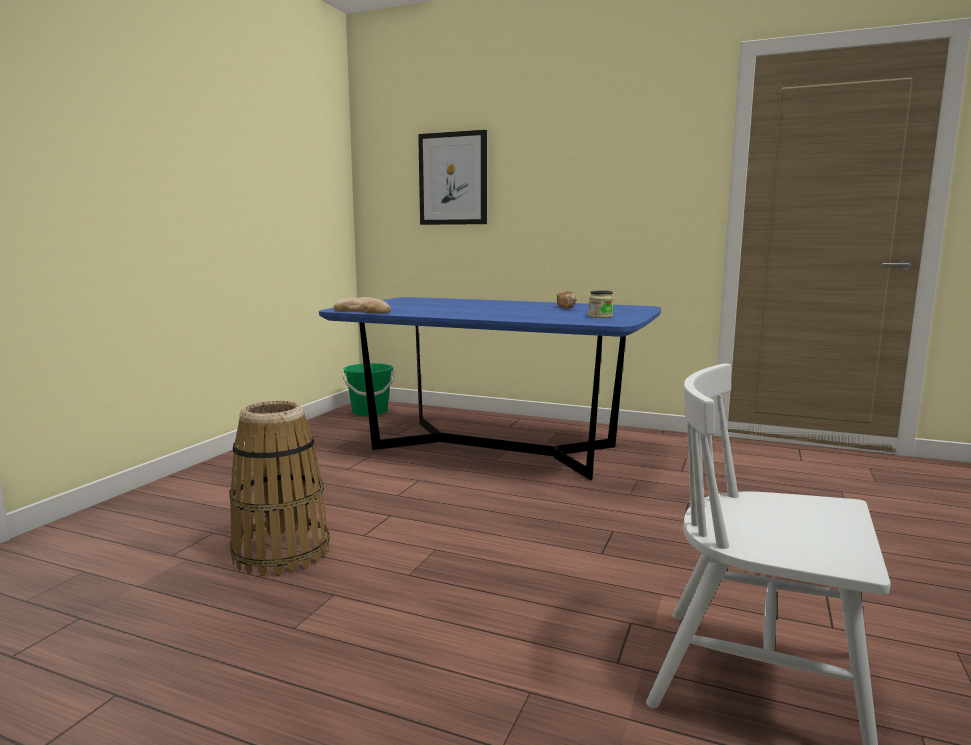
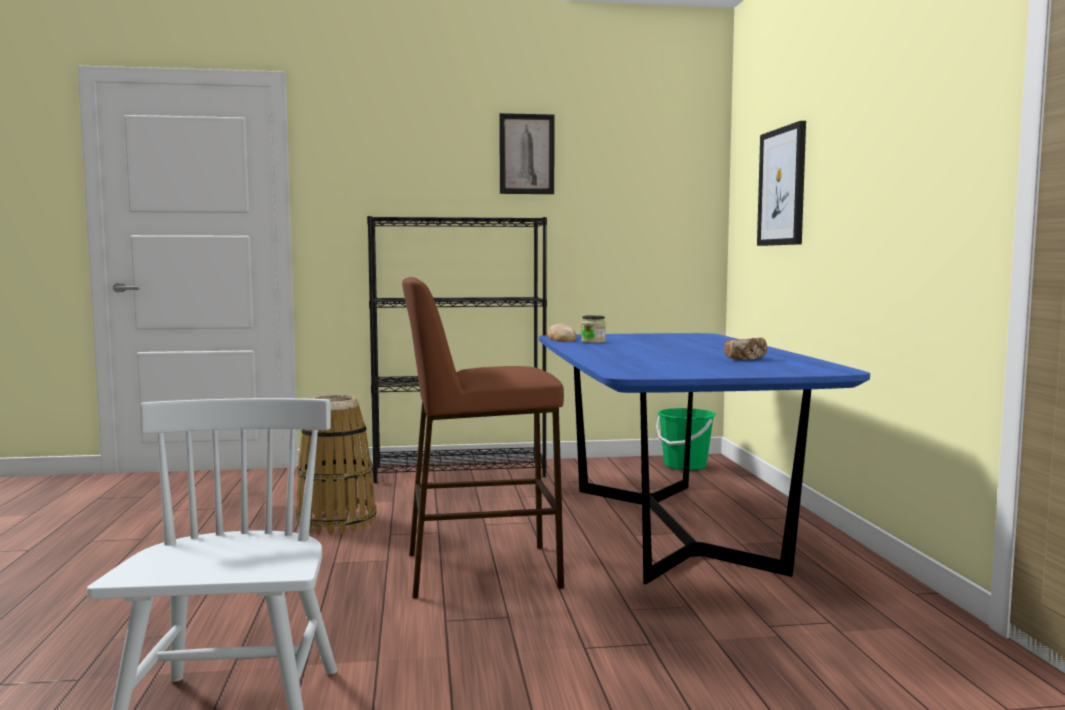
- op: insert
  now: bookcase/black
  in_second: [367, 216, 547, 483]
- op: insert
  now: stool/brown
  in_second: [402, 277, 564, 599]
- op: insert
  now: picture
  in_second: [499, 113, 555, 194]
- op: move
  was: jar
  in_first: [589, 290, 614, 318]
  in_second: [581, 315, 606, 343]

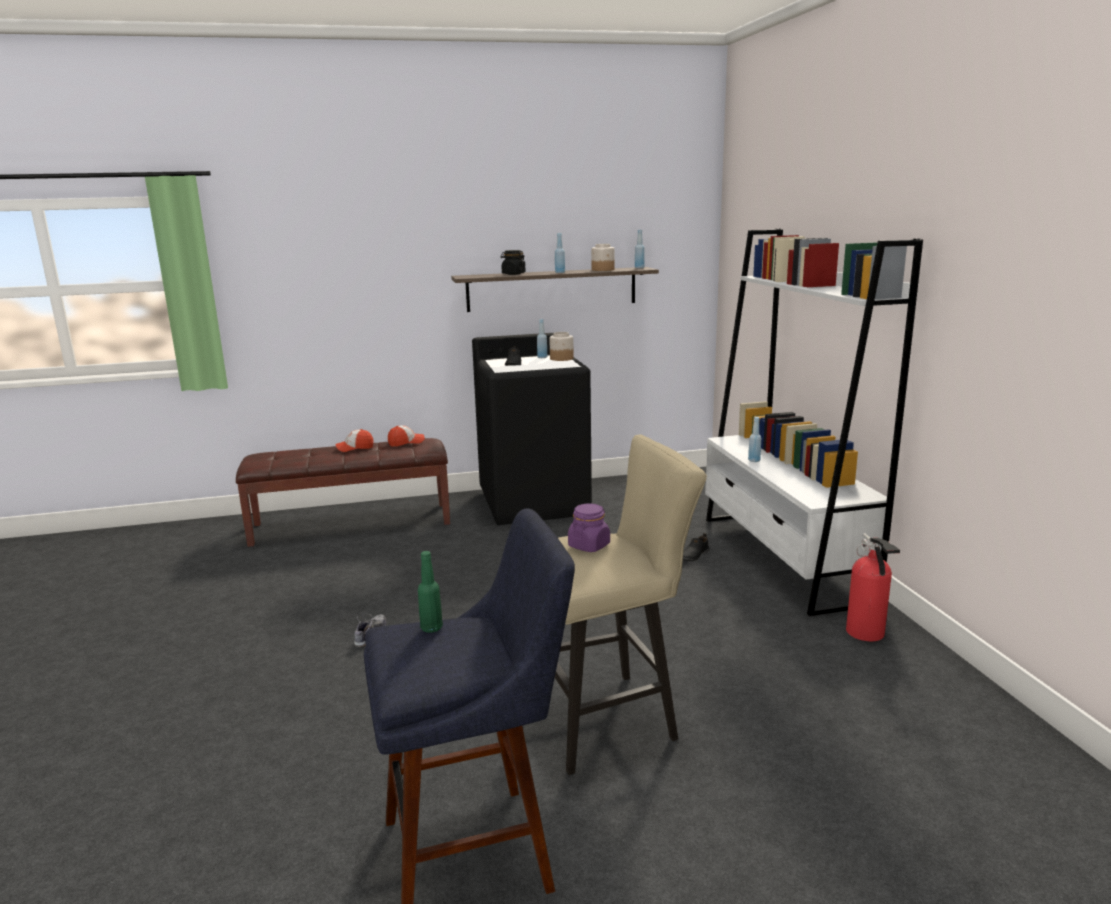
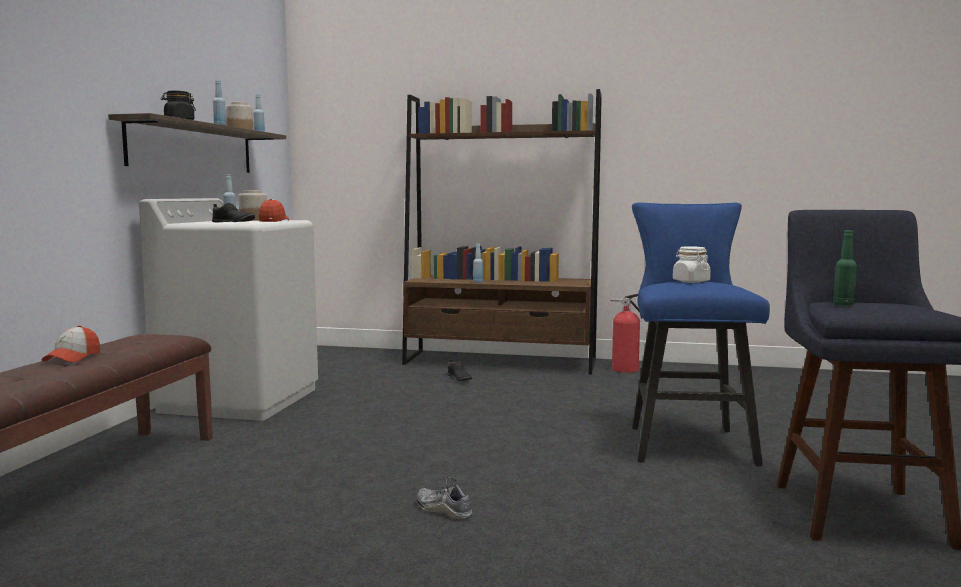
- op: move
  was: cap
  in_first: [388, 425, 425, 447]
  in_second: [259, 199, 289, 222]
- op: recolor
  was: washing machine/black
  now: washing machine/white
  in_first: [472, 333, 592, 525]
  in_second: [139, 198, 318, 421]
- op: recolor
  was: stool/beige
  now: stool/blue
  in_first: [555, 435, 707, 775]
  in_second: [632, 203, 770, 466]
- op: recolor
  was: jar/purple
  now: jar/white
  in_first: [568, 503, 610, 552]
  in_second: [673, 246, 711, 283]
- op: recolor
  was: bookcase/white
  now: bookcase/brown
  in_first: [705, 229, 923, 616]
  in_second: [402, 89, 602, 375]

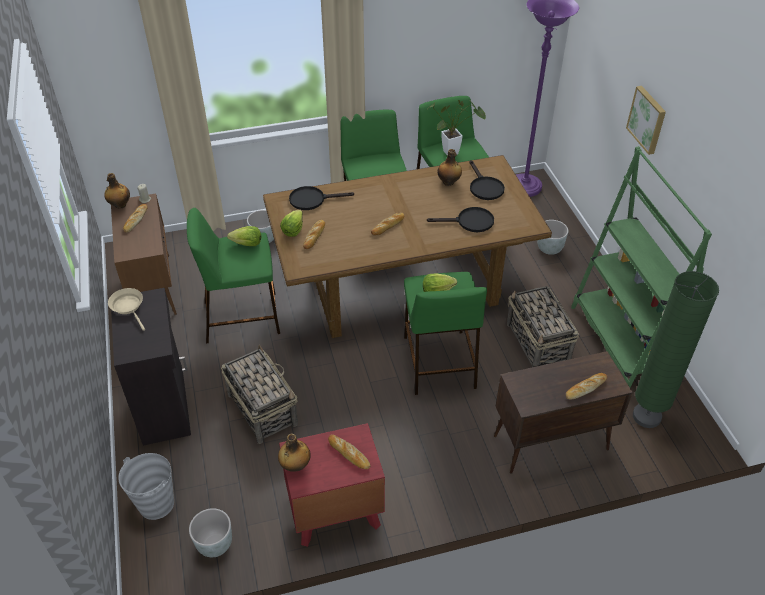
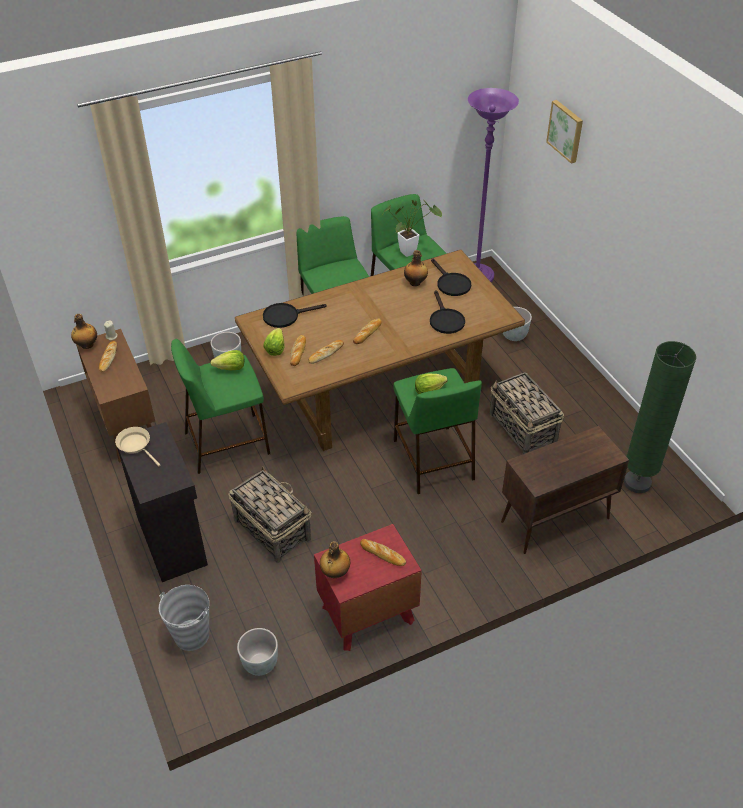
- op: delete
  was: bookcase/green
  in_first: [571, 146, 712, 387]
- op: move
  was: bread
  in_first: [566, 373, 608, 400]
  in_second: [308, 340, 344, 364]
- op: move
  was: picture
  in_first: [626, 86, 666, 155]
  in_second: [546, 100, 583, 163]
- op: rotate
  was: frying pan/black
  in_first: [427, 207, 494, 232]
  in_second: [430, 290, 465, 334]
  clockwise: 90

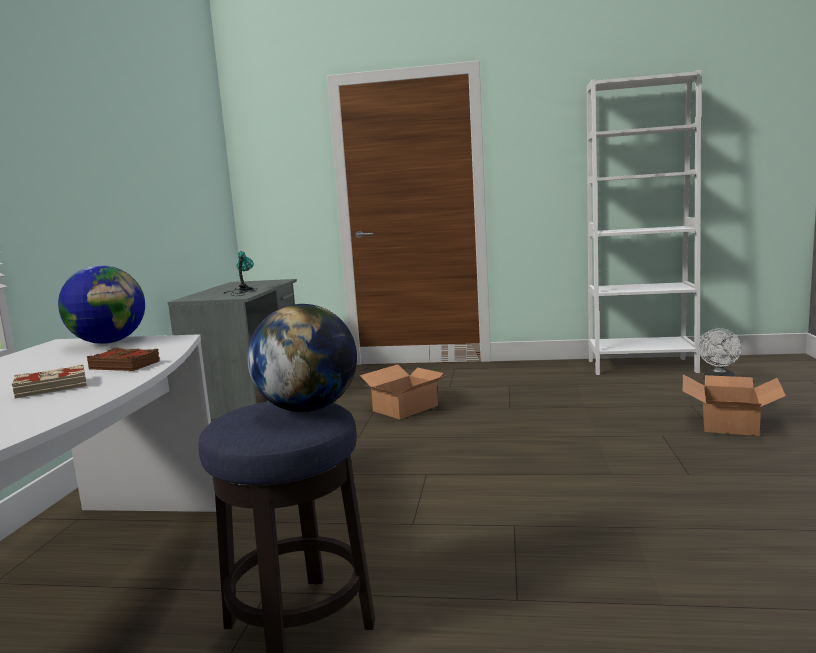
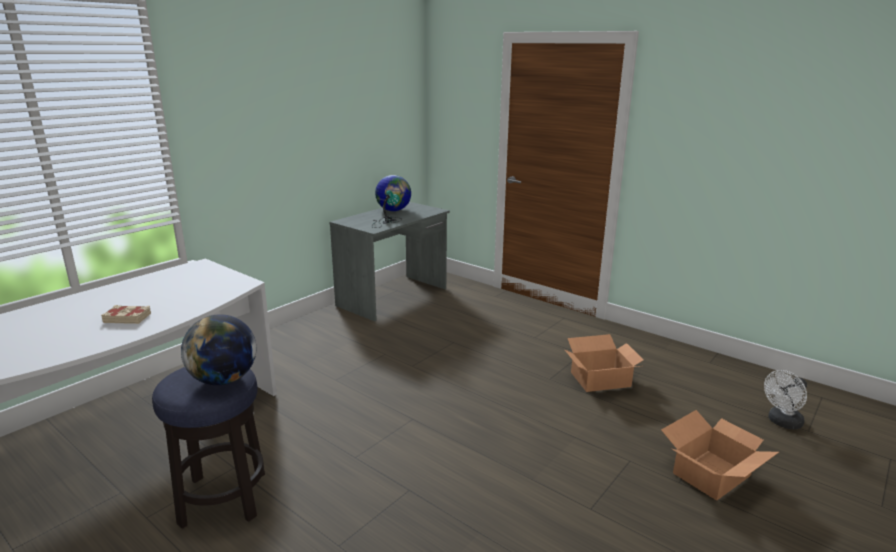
- op: delete
  was: book/brown
  in_first: [87, 348, 160, 371]
- op: delete
  was: bookcase/white
  in_first: [586, 70, 701, 375]
- op: move
  was: globe
  in_first: [58, 265, 145, 344]
  in_second: [375, 175, 411, 211]
- op: move
  was: cardboard box
  in_first: [360, 364, 447, 420]
  in_second: [564, 334, 644, 392]

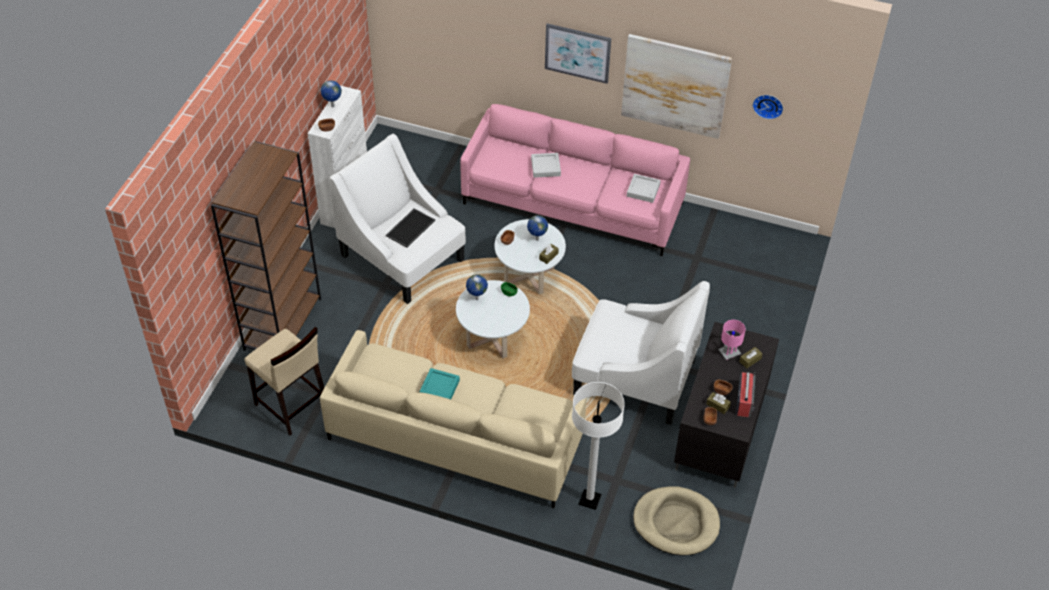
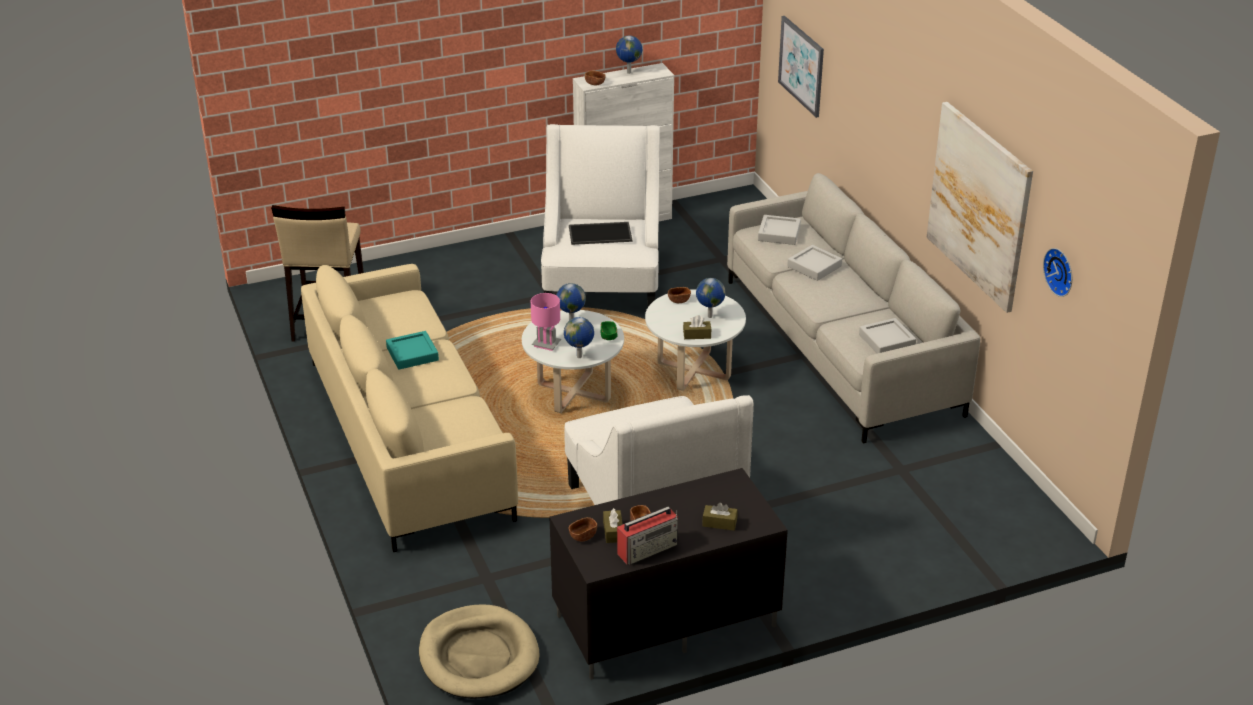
- op: delete
  was: bookcase/brown
  in_first: [211, 141, 321, 351]
- op: delete
  was: floor lamp/white
  in_first: [572, 382, 625, 510]
- op: insert
  now: globe
  in_second: [564, 317, 594, 358]
- op: insert
  now: tray/grey
  in_second: [758, 215, 801, 245]
- op: move
  was: picture
  in_first: [545, 23, 611, 84]
  in_second: [778, 16, 824, 118]
- op: move
  was: table lamp/pink
  in_first: [718, 320, 745, 360]
  in_second: [531, 293, 561, 351]
- op: recolor
  was: sofa/pink
  now: sofa/grey
  in_first: [460, 104, 690, 256]
  in_second: [727, 173, 980, 444]

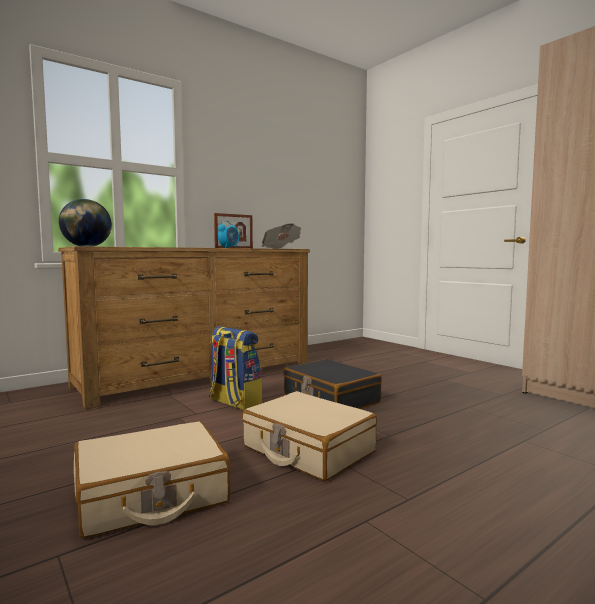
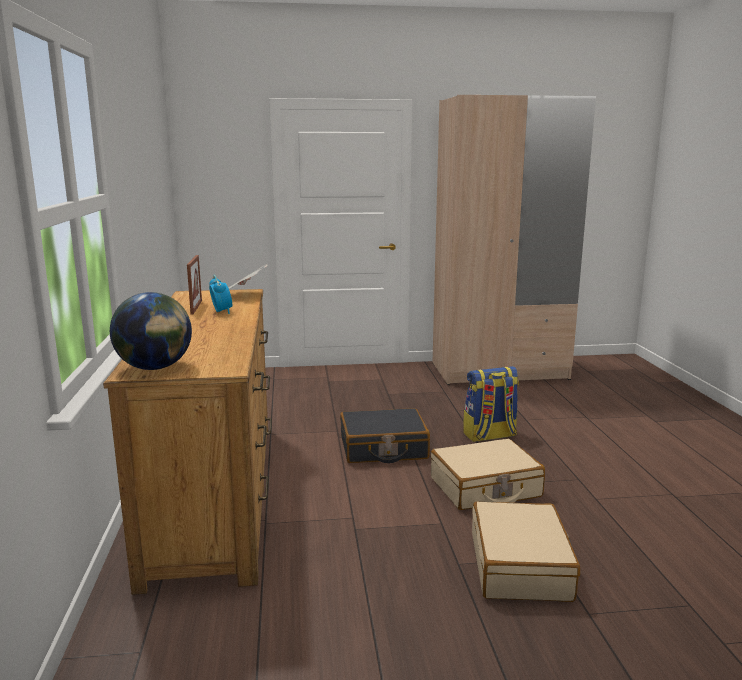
- op: move
  was: backpack
  in_first: [209, 326, 262, 410]
  in_second: [463, 366, 519, 442]

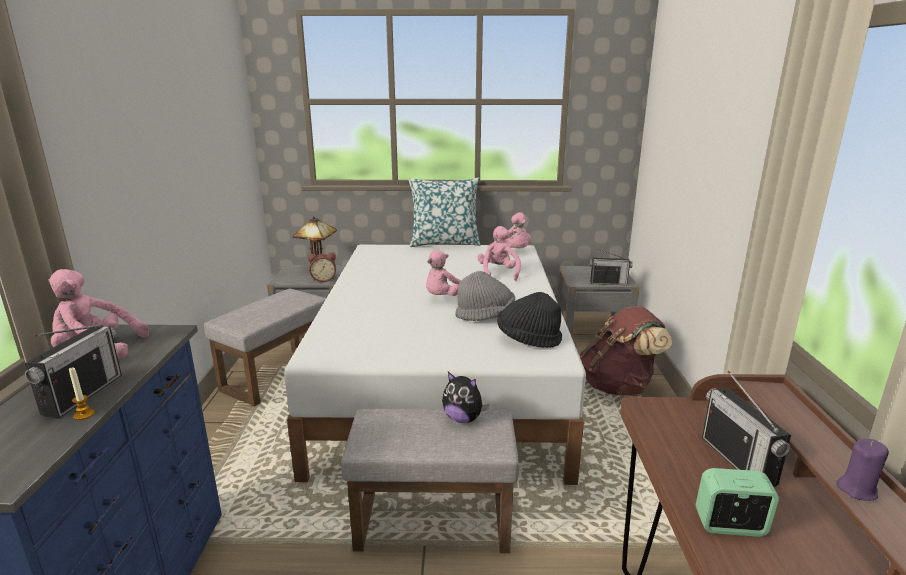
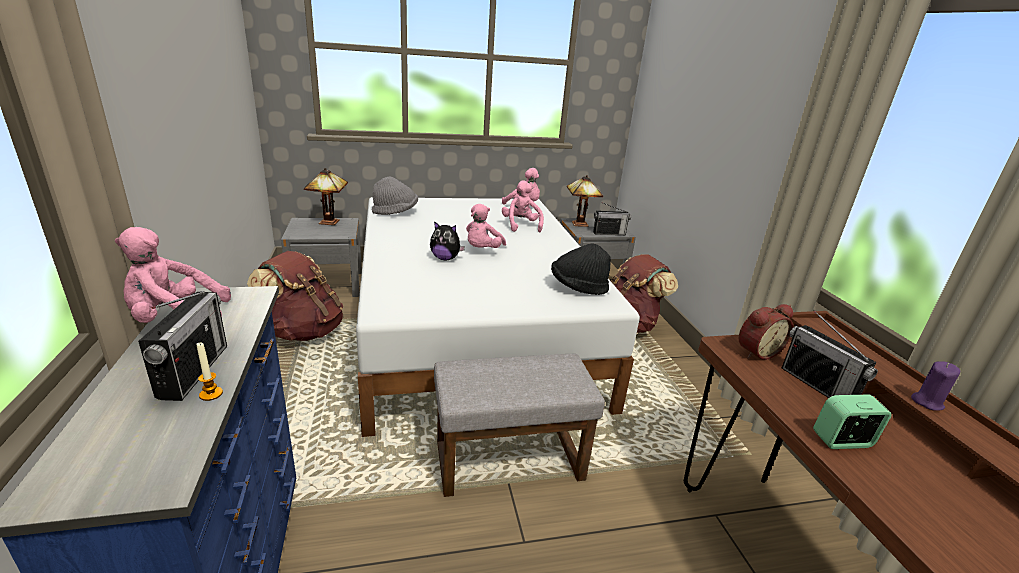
- op: delete
  was: pillow
  in_first: [409, 177, 481, 247]
- op: insert
  now: table lamp
  in_second: [567, 175, 603, 227]
- op: move
  was: alarm clock
  in_first: [308, 252, 336, 282]
  in_second: [739, 304, 793, 360]
- op: move
  was: plush toy
  in_first: [442, 372, 489, 423]
  in_second: [430, 221, 465, 261]
- op: move
  was: hat/grey
  in_first: [455, 271, 515, 321]
  in_second: [372, 177, 418, 215]
- op: replace
  was: ottoman/grey
  now: backpack/brown
  in_first: [204, 289, 326, 406]
  in_second: [247, 251, 343, 341]

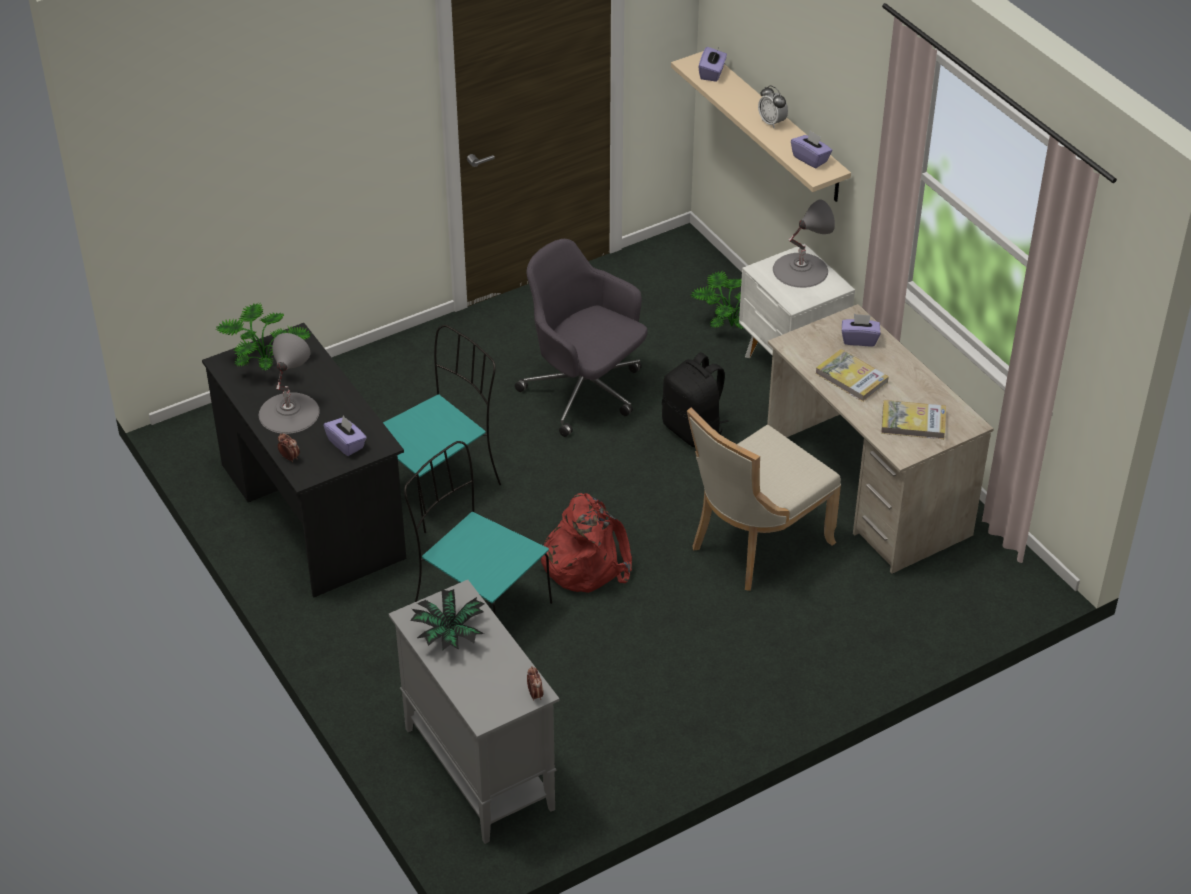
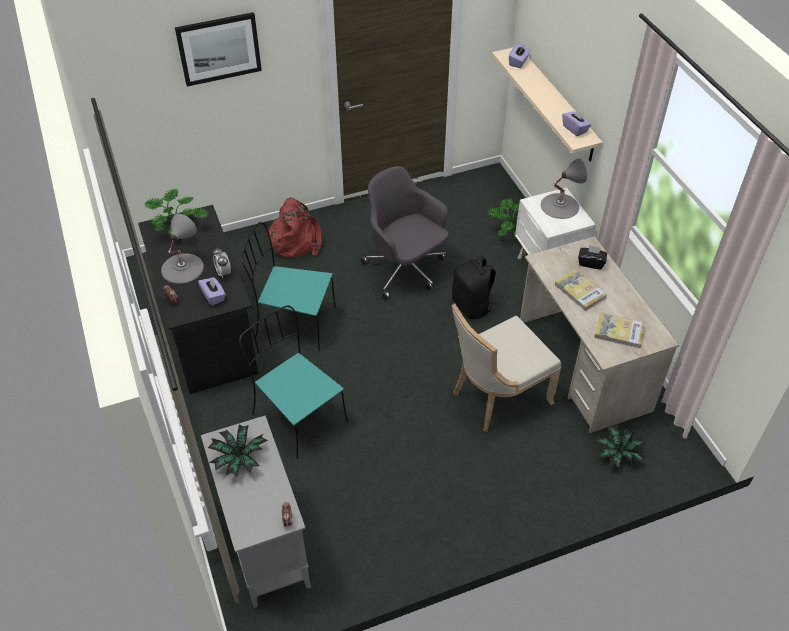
- op: insert
  now: picture
  in_second: [175, 12, 262, 87]
- op: insert
  now: potted plant
  in_second: [595, 425, 647, 469]
- op: move
  was: backpack/red
  in_first: [541, 493, 632, 593]
  in_second: [266, 197, 322, 259]
- op: move
  was: alarm clock
  in_first: [758, 85, 788, 128]
  in_second: [213, 247, 231, 278]
- op: recolor
  was: tissue box/purple
  now: tissue box/black
  in_first: [842, 314, 880, 346]
  in_second: [578, 245, 607, 270]
- op: rotate
  was: chair/turquoise
  in_first: [383, 325, 501, 533]
  in_second: [241, 222, 336, 351]
  clockwise: -135

